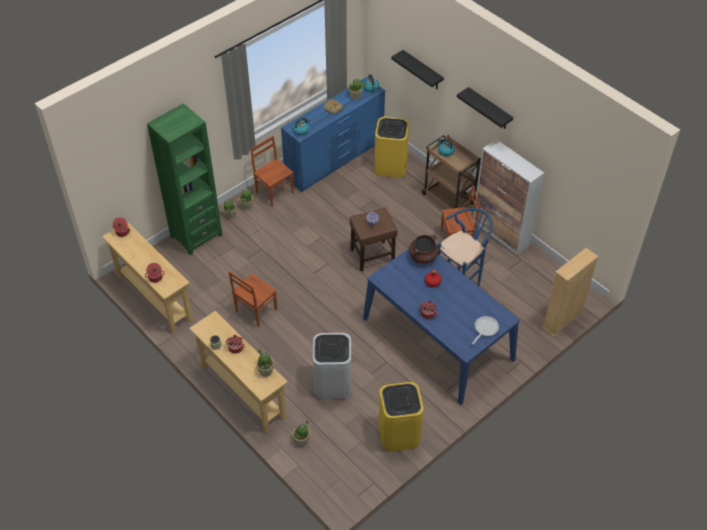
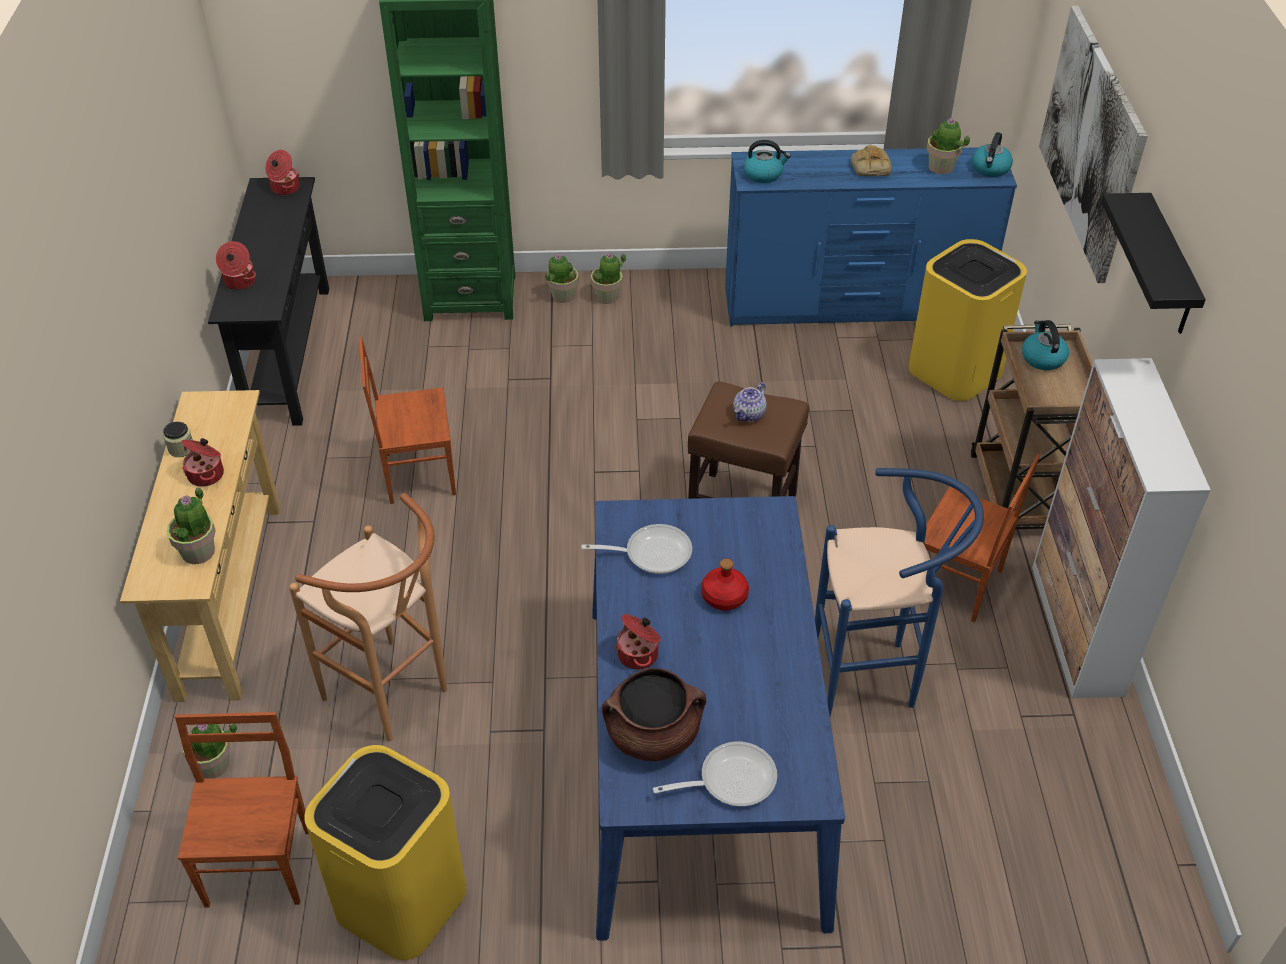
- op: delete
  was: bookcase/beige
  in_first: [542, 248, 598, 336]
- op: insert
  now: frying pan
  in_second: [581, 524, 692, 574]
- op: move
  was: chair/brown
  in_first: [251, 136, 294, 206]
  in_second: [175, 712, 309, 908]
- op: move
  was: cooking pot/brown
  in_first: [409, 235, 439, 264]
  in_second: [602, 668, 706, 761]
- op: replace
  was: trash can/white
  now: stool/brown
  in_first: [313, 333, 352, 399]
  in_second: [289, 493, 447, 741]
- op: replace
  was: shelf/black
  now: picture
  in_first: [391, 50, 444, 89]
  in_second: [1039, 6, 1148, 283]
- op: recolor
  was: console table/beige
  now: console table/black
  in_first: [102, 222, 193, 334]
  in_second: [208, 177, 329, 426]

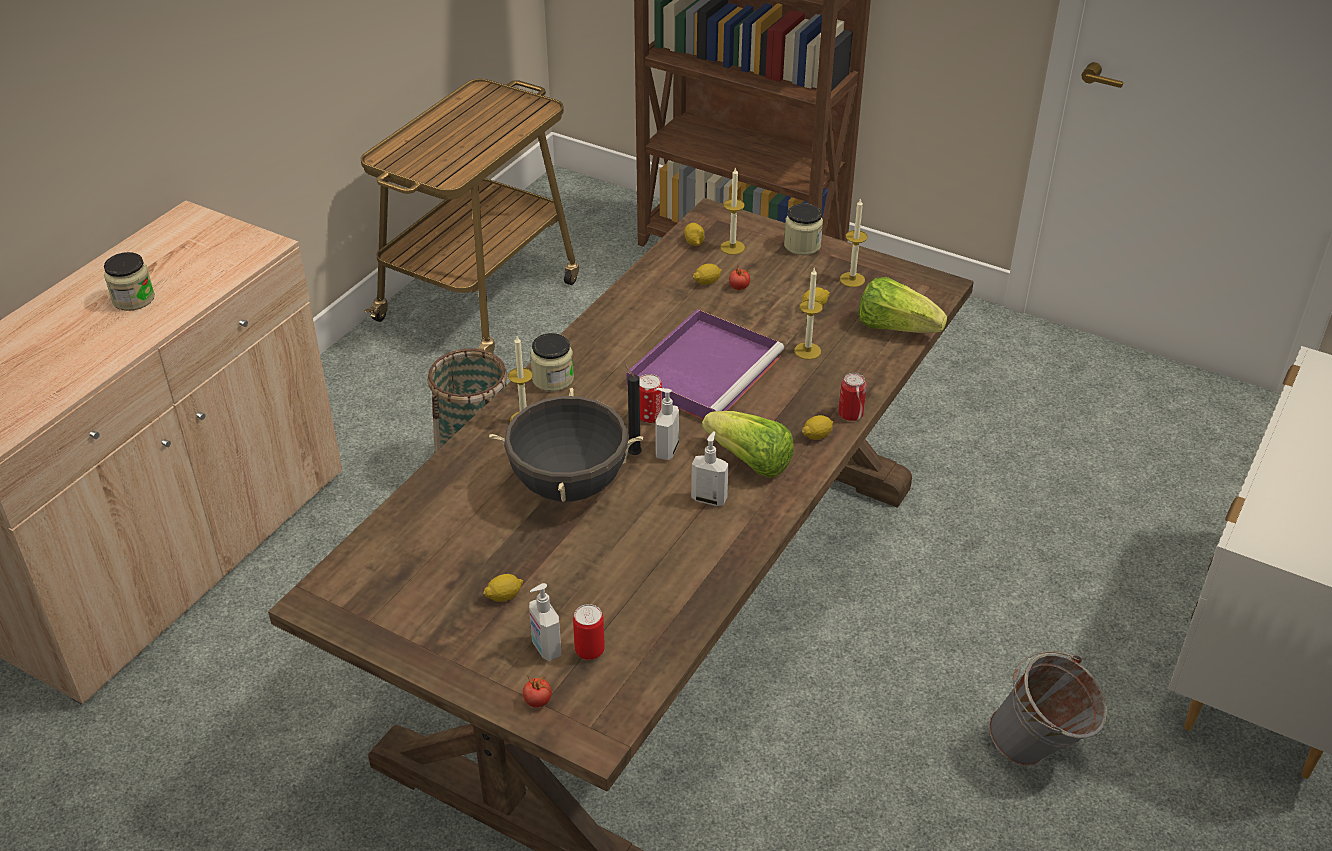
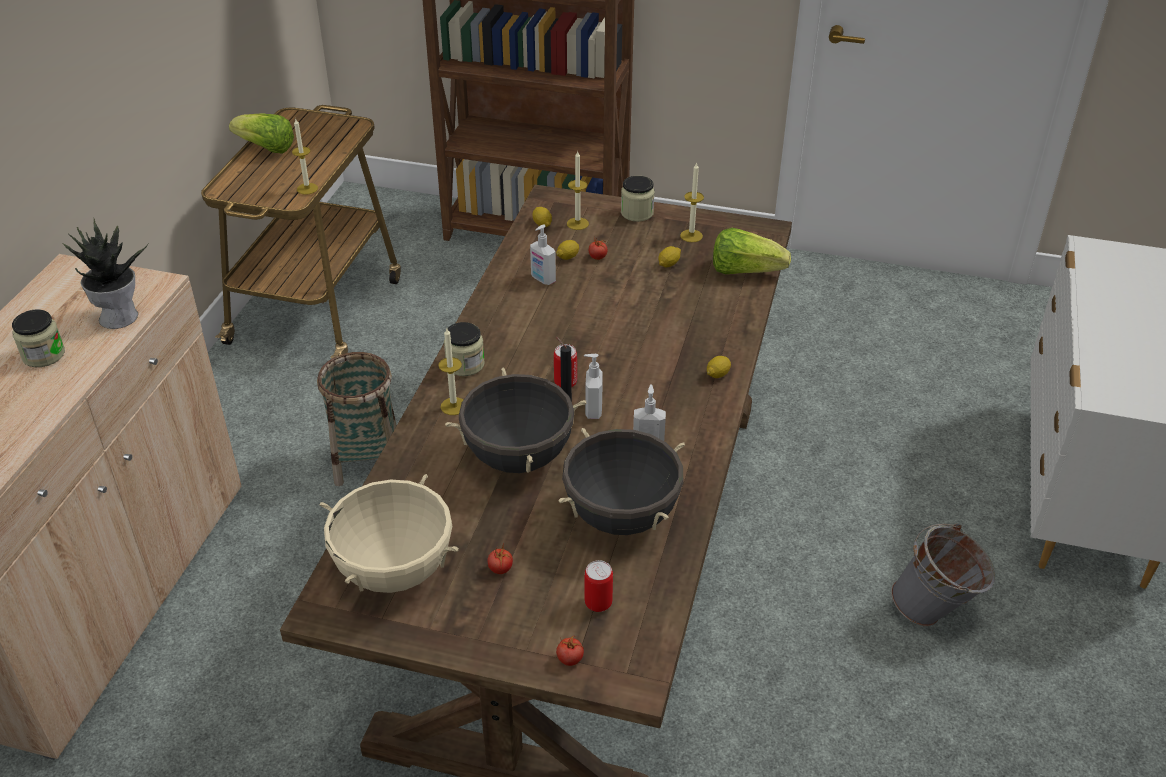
- op: delete
  was: tray/purple
  in_first: [626, 309, 784, 419]
- op: delete
  was: can
  in_first: [838, 373, 867, 421]
- op: insert
  now: potted plant
  in_second: [64, 217, 148, 329]
- op: insert
  now: cooking pot/beige
  in_second: [319, 474, 459, 593]
- op: insert
  now: cooking pot/black
  in_second: [558, 428, 685, 535]
- op: move
  was: soap dispenser
  in_first: [529, 583, 561, 661]
  in_second: [530, 224, 556, 285]
- op: move
  was: lettuce
  in_first: [702, 411, 794, 477]
  in_second: [229, 113, 294, 154]
- op: move
  was: candle
  in_first: [794, 267, 823, 360]
  in_second: [292, 119, 318, 195]
- op: replace
  was: lemon
  now: tomato
  in_first: [483, 574, 523, 602]
  in_second: [487, 542, 513, 574]

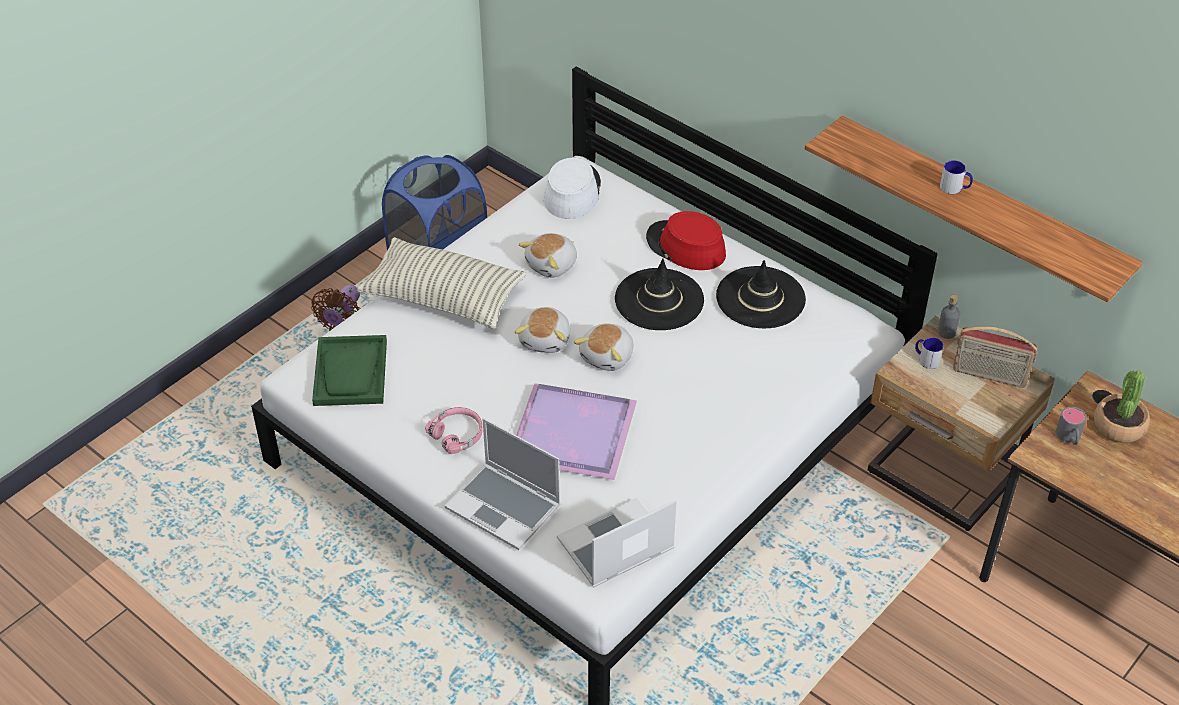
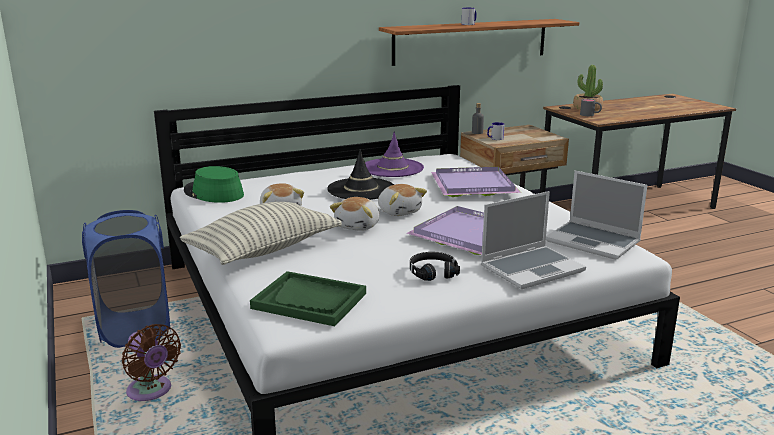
- op: delete
  was: hat/red
  in_first: [646, 211, 726, 270]
- op: delete
  was: radio
  in_first: [953, 327, 1037, 388]
- op: insert
  now: tray/purple
  in_second: [431, 167, 521, 197]
- op: recolor
  was: headphones/pink
  now: headphones/black
  in_first: [425, 407, 483, 454]
  in_second: [410, 252, 460, 281]
- op: recolor
  was: hat/white
  now: hat/green
  in_first: [543, 158, 601, 219]
  in_second: [184, 166, 244, 203]
- op: recolor
  was: hat/black
  now: hat/purple
  in_first: [716, 260, 806, 328]
  in_second: [365, 132, 424, 177]
- op: rotate
  was: plush toy
  in_first: [515, 307, 570, 353]
  in_second: [330, 197, 380, 231]
  clockwise: 75
- op: rotate
  was: laptop
  in_first: [557, 498, 677, 587]
  in_second: [546, 170, 648, 260]
  clockwise: -45

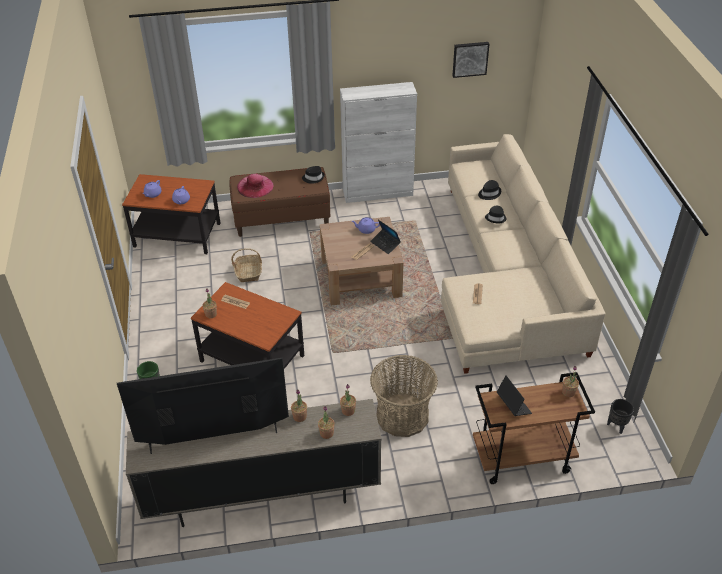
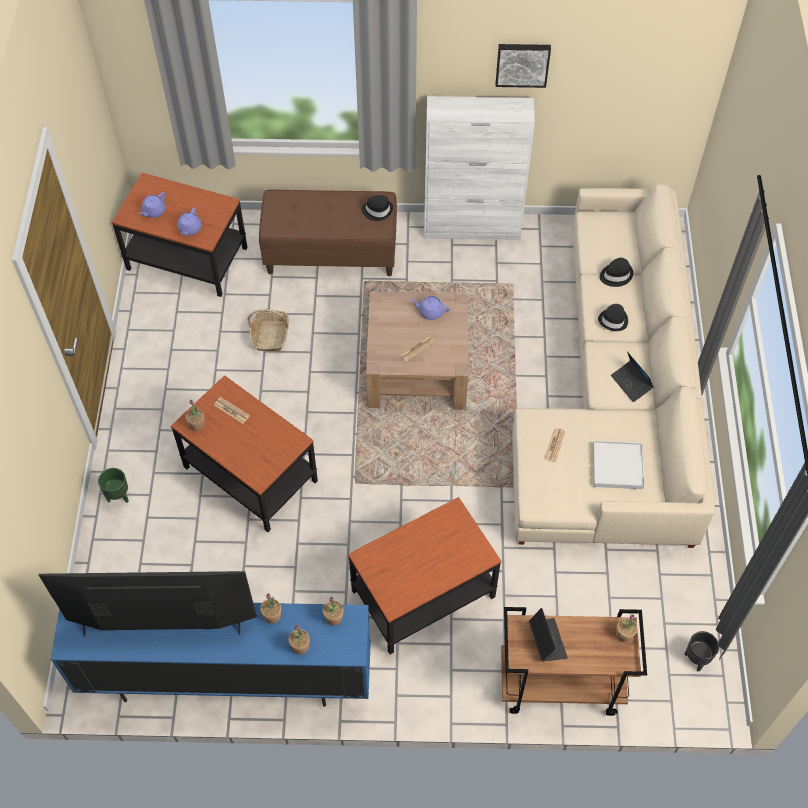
- op: delete
  was: hat/pink
  in_first: [237, 174, 274, 198]
- op: insert
  now: tray/white
  in_second: [593, 441, 644, 489]
- op: move
  was: laptop
  in_first: [370, 220, 401, 254]
  in_second: [611, 351, 654, 402]
- op: move
  was: picture
  in_first: [452, 42, 490, 78]
  in_second: [496, 44, 551, 88]
- op: replace
  was: basket
  now: side table
  in_first: [370, 355, 438, 437]
  in_second: [348, 497, 501, 654]
- op: recolor
  was: tv stand/beige
  now: tv stand/blue
  in_first: [126, 399, 382, 527]
  in_second: [50, 603, 371, 707]

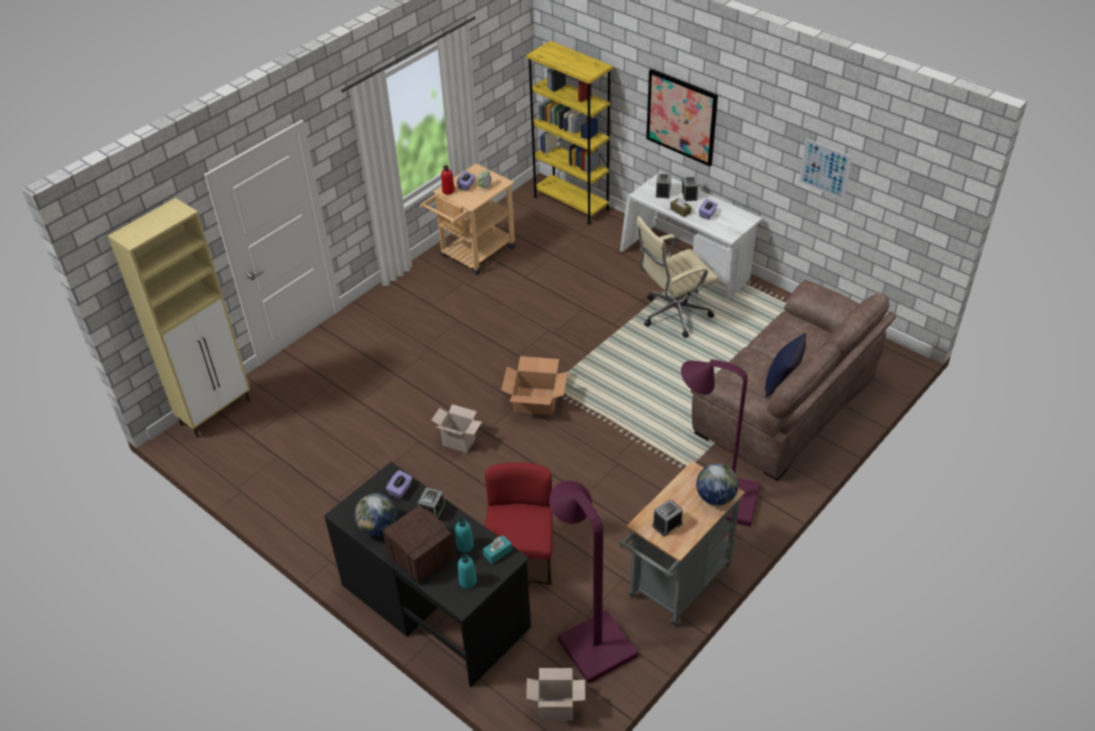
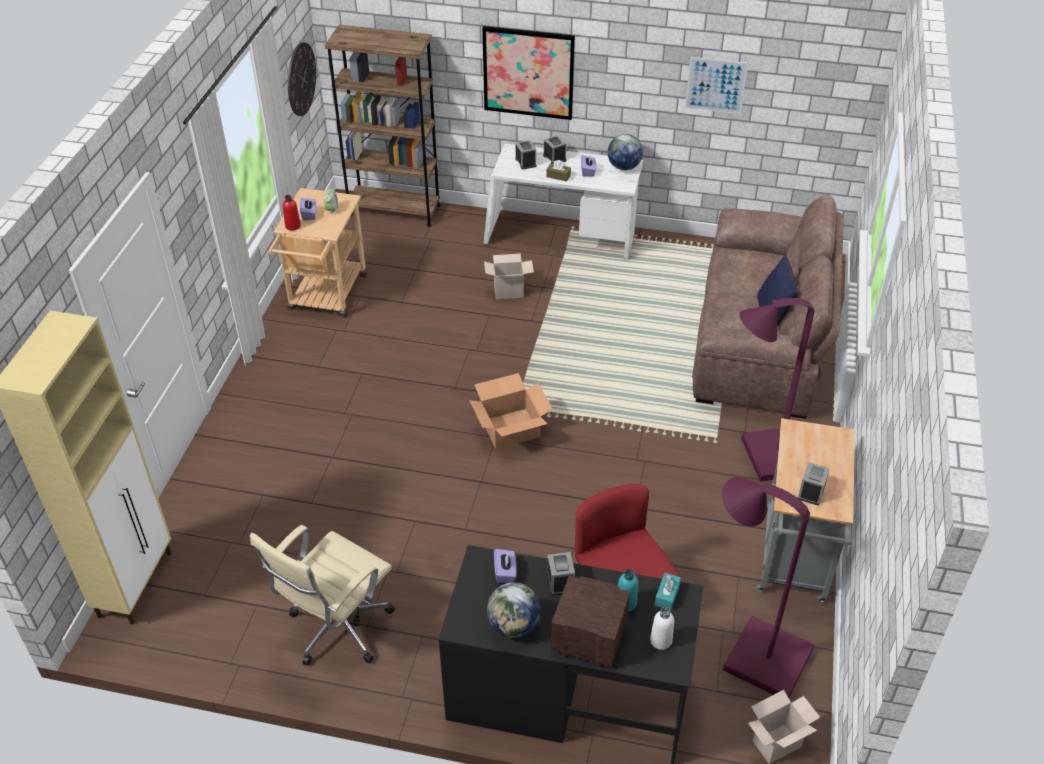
- op: insert
  now: wall clock
  in_second: [288, 42, 316, 116]
- op: move
  was: cardboard box
  in_first: [431, 404, 482, 453]
  in_second: [484, 254, 534, 299]
- op: move
  was: office chair/beige
  in_first: [636, 216, 719, 338]
  in_second: [250, 525, 395, 666]
- op: move
  was: globe
  in_first: [696, 463, 738, 505]
  in_second: [608, 134, 643, 170]
- op: recolor
  was: bottle/turquoise
  now: bottle/white
  in_first: [458, 554, 477, 589]
  in_second: [650, 607, 674, 650]
- op: recolor
  was: bookcase/yellow
  now: bookcase/brown
  in_first: [526, 41, 613, 225]
  in_second: [325, 25, 441, 227]

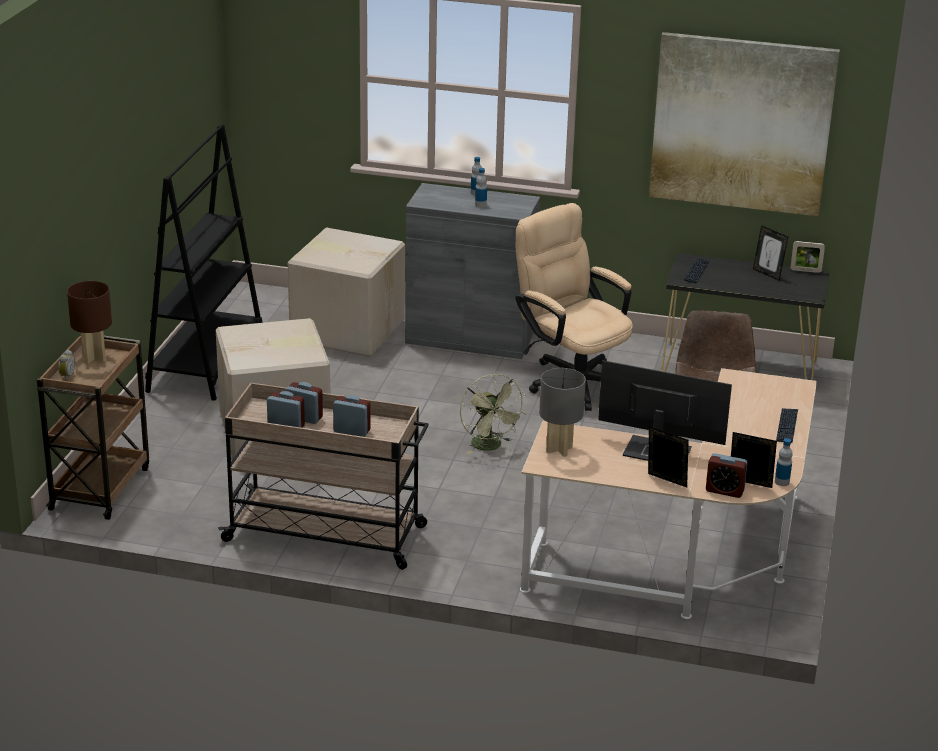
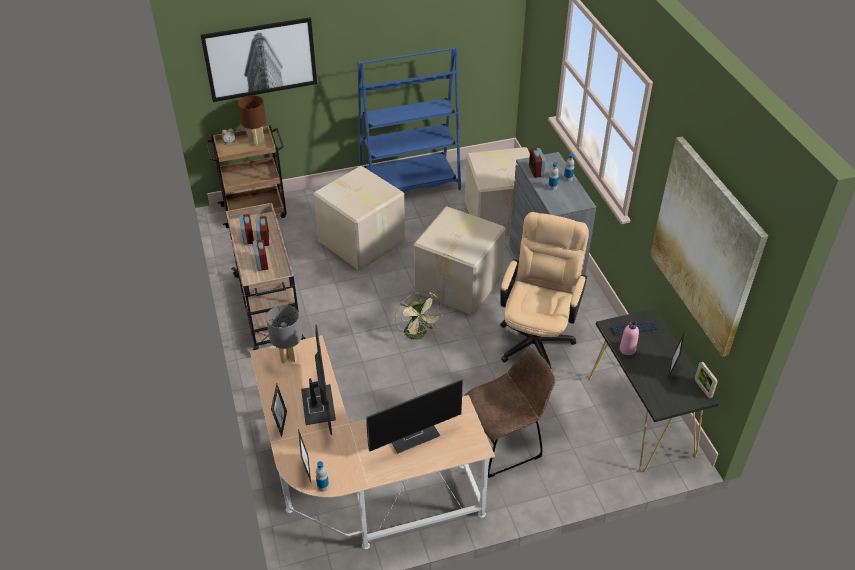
- op: delete
  was: keyboard
  in_first: [776, 408, 798, 443]
- op: insert
  now: picture
  in_second: [201, 17, 317, 102]
- op: insert
  now: monitor
  in_second: [366, 379, 463, 453]
- op: insert
  now: cardboard box
  in_second: [414, 207, 506, 315]
- op: insert
  now: bottle/pink
  in_second: [620, 321, 639, 355]
- op: move
  was: alarm clock
  in_first: [706, 453, 748, 498]
  in_second: [529, 148, 546, 178]
- op: recolor
  was: bookcase/black
  now: bookcase/blue
  in_first: [145, 124, 263, 401]
  in_second: [358, 47, 461, 192]
- op: rotate
  was: fan/green
  in_first: [460, 374, 526, 454]
  in_second: [395, 291, 443, 344]
  clockwise: -60

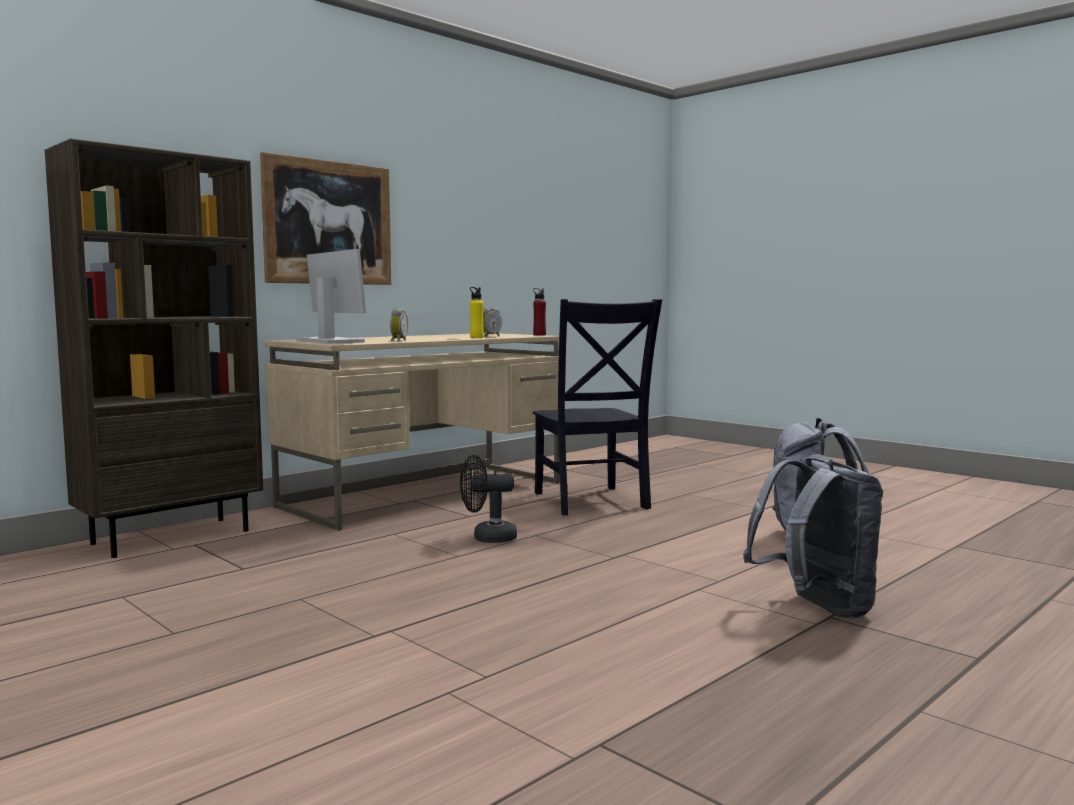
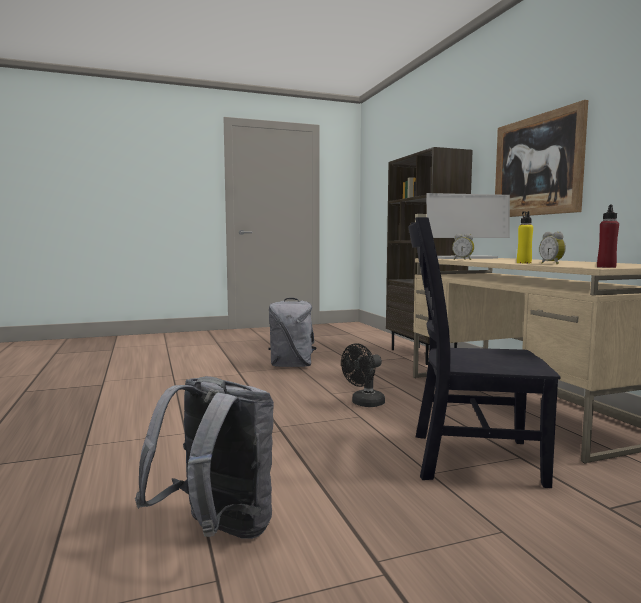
- op: move
  was: backpack/grey
  in_first: [743, 454, 883, 619]
  in_second: [268, 298, 317, 367]
- op: rotate
  was: fan/black
  in_first: [460, 455, 517, 543]
  in_second: [341, 343, 385, 407]
  clockwise: -150

